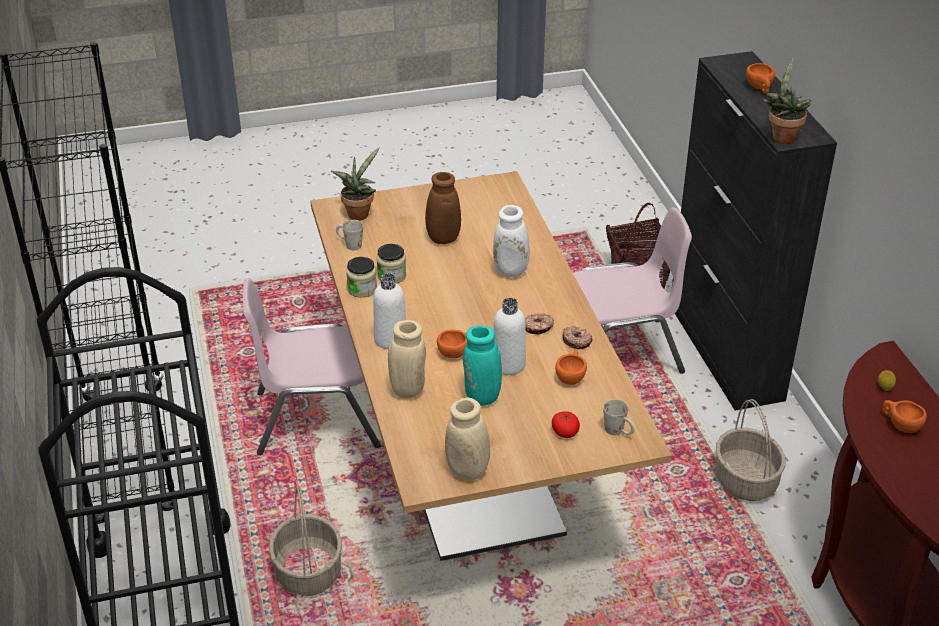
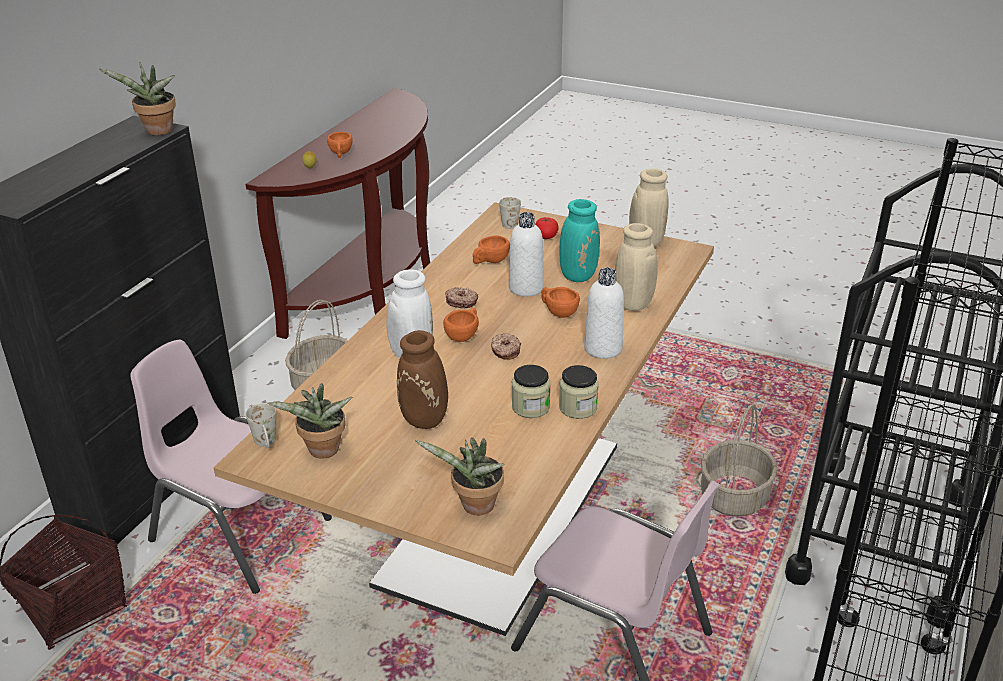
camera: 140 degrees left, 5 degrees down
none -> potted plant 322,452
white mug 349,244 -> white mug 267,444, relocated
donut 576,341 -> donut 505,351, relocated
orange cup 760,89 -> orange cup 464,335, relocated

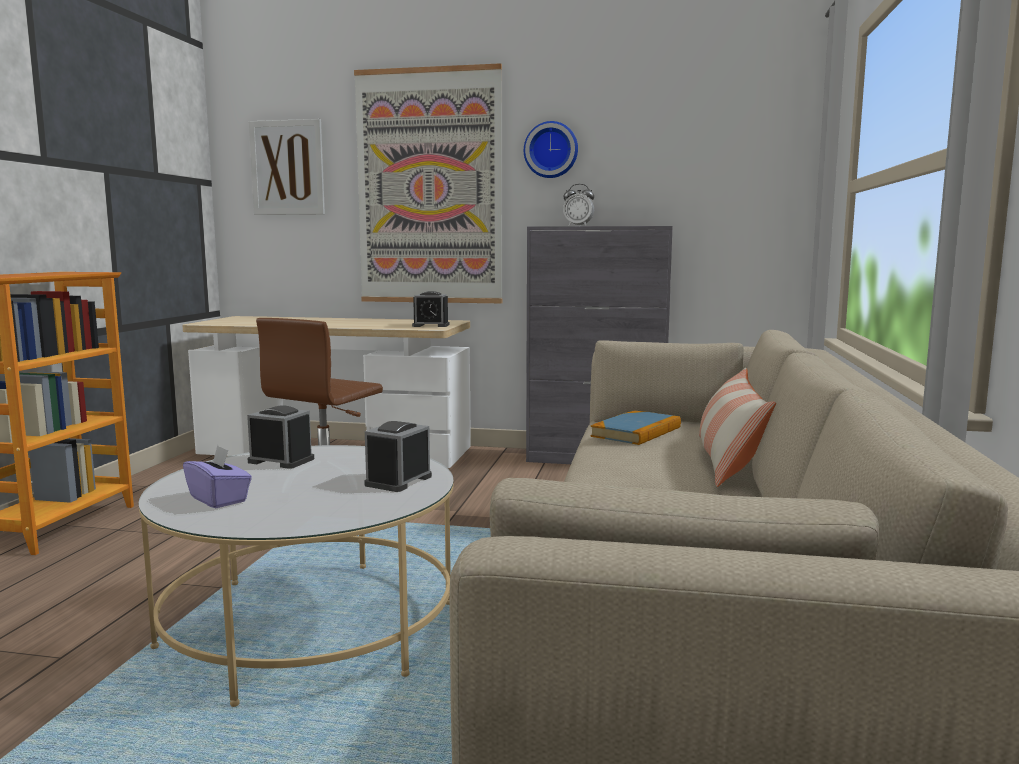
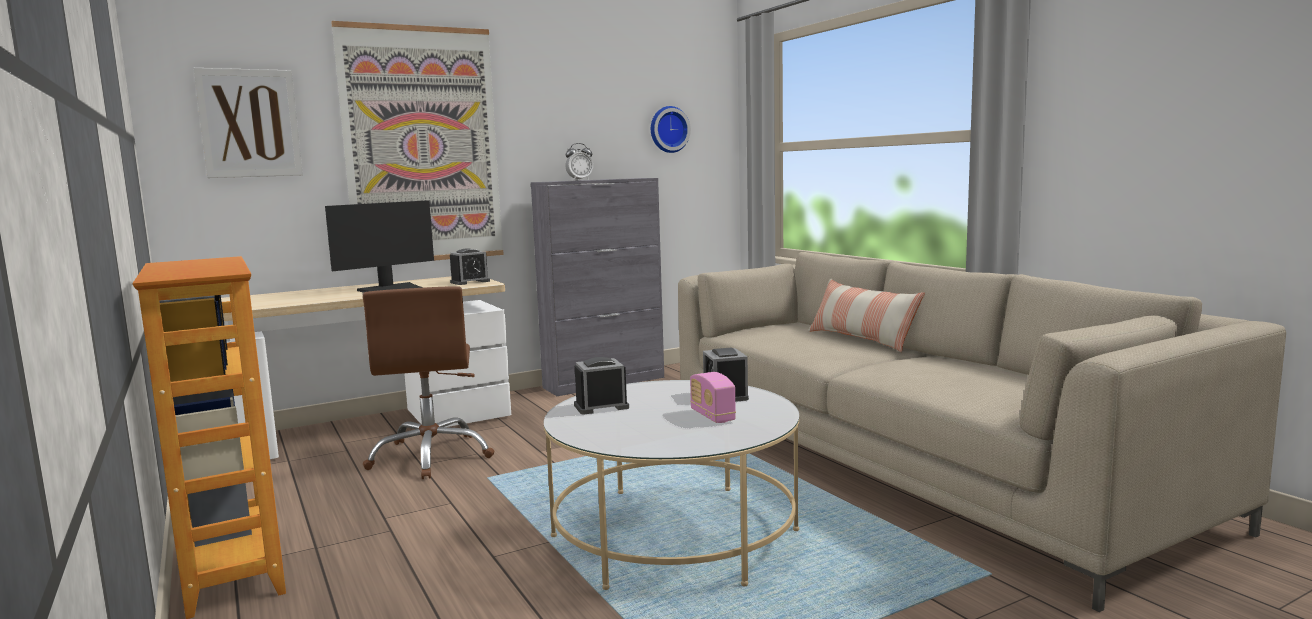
camera: 40 degrees left, 0 degrees up
purple tissue box 219,499 -> none
book 636,432 -> none
none -> monitor 390,288
none -> radio 712,416
wall clock 551,150 -> wall clock 668,129, relocated

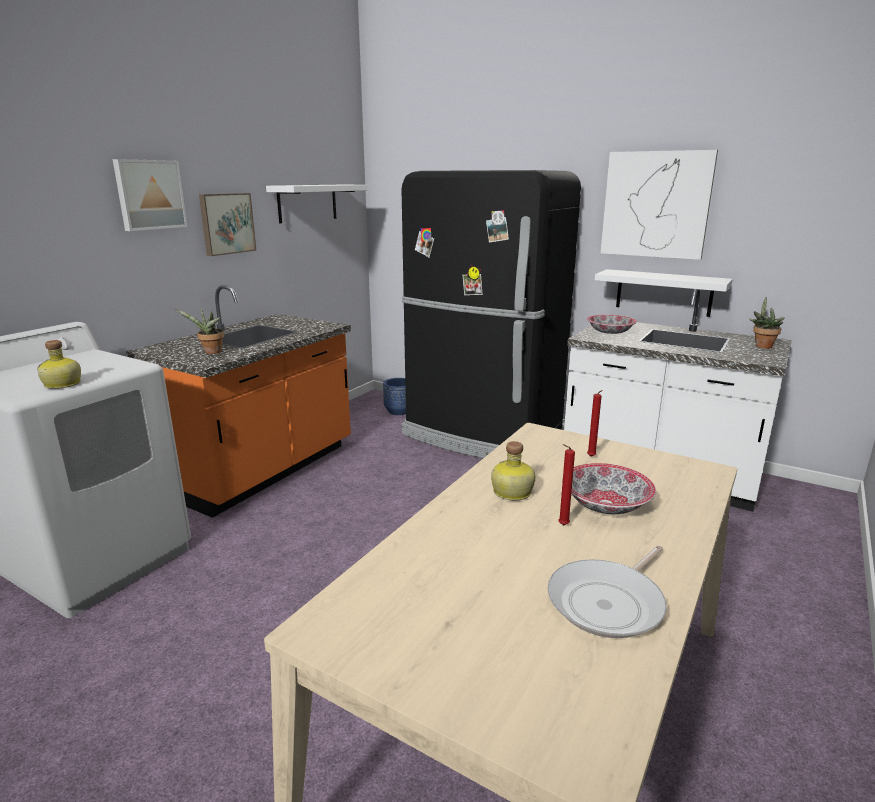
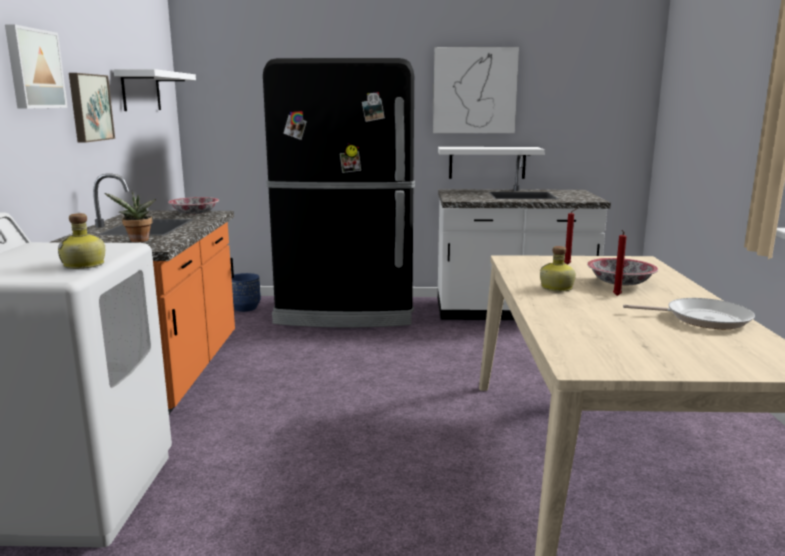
camera: 30 degrees left, 5 degrees down
potted plant 761,346 -> none
bowl 610,332 -> bowl 195,213, relocated
frying pan 609,602 -> frying pan 702,318, 90 degrees counterclockwise

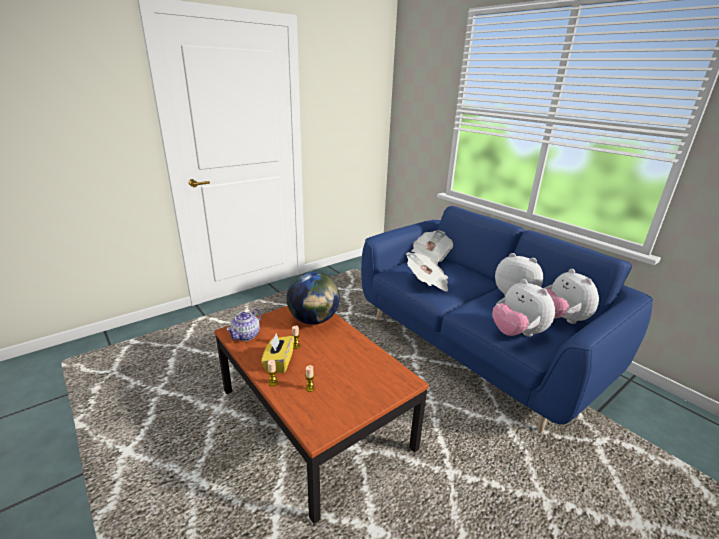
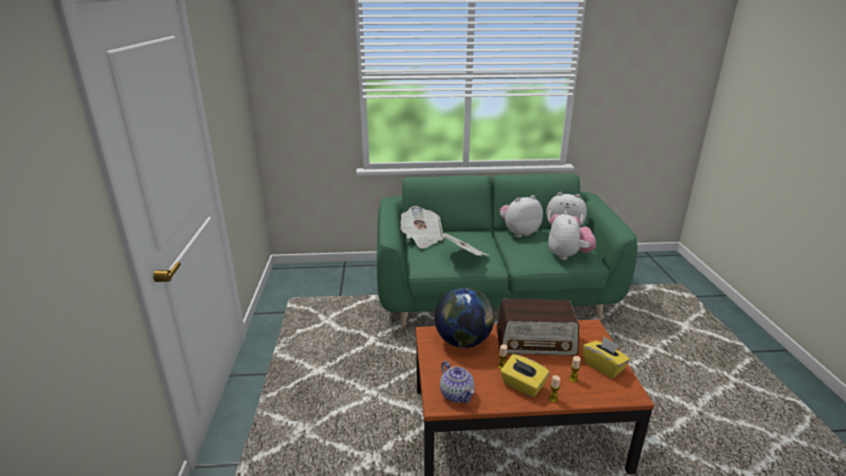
camera: 55 degrees left, 0 degrees up
none -> radio 536,342
none -> yellow tissue box 603,367
blue sofa 475,347 -> green sofa 492,296
plush toy 517,333 -> plush toy 568,256, 90 degrees counterclockwise

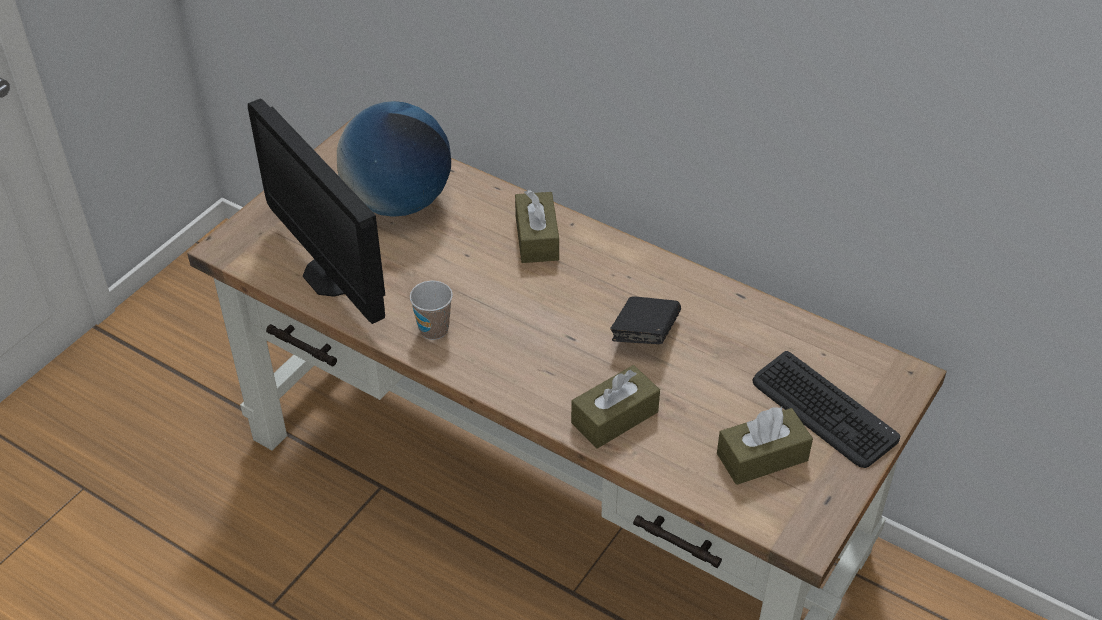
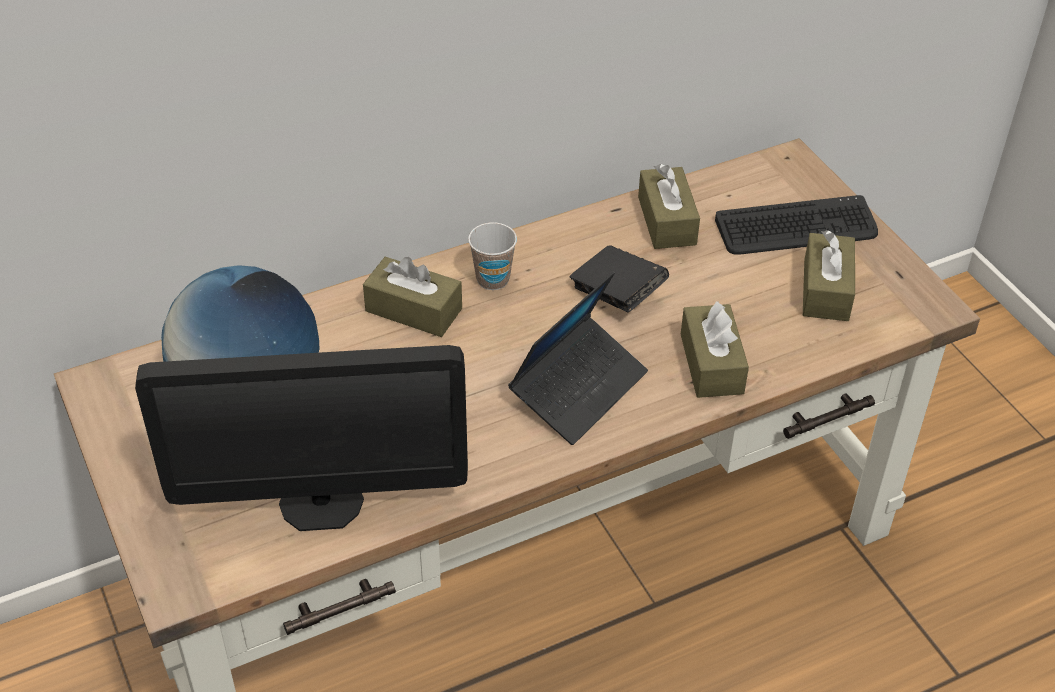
camera: 60 degrees left, 0 degrees up
none -> laptop 579,388
none -> brown tissue box 667,221
cup 434,329 -> cup 493,279, relocated

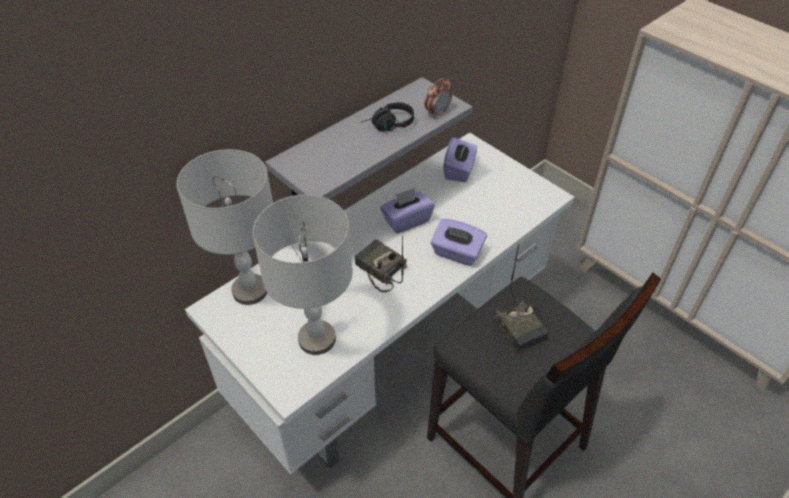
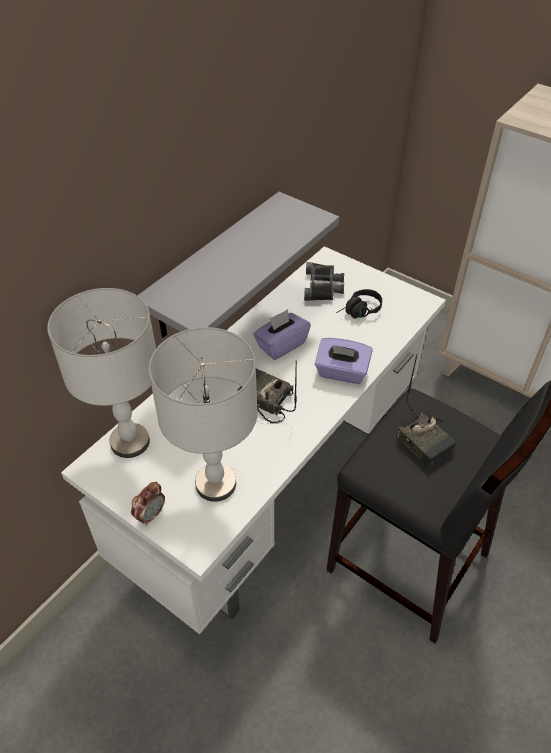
camera: 10 degrees left, 0 degrees up
black headphones 388,126 -> black headphones 359,312, relocated
alarm clock 437,113 -> alarm clock 151,515, relocated
purple tissue box 459,170 -> black binoculars 323,286

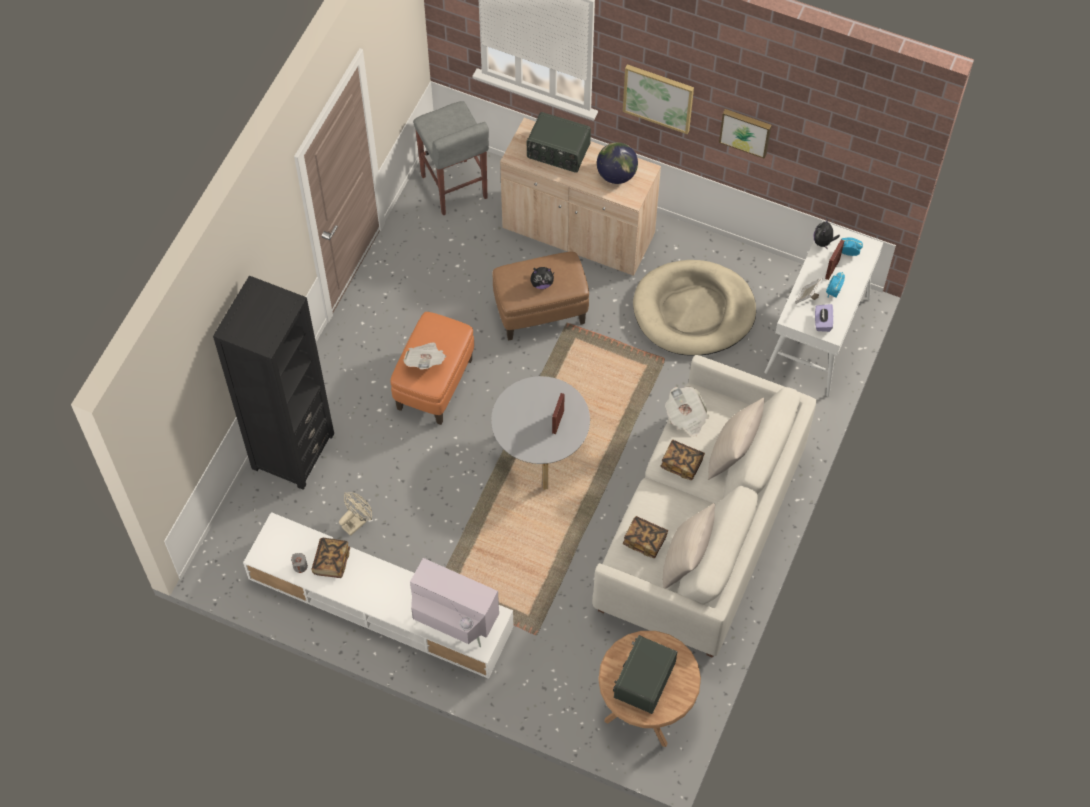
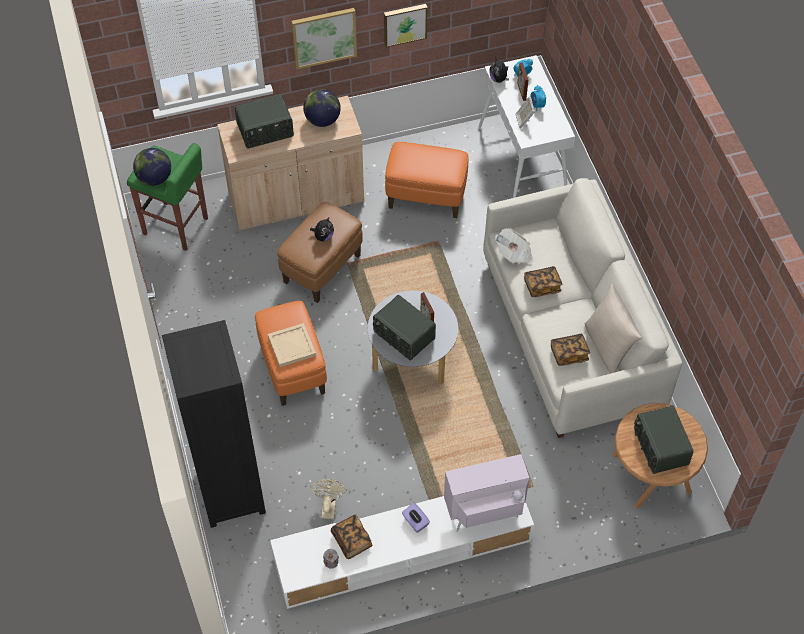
camera: 40 degrees left, 5 degrees down
beige pillow 732,454 -> none
none -> globe 155,178
none -> radio 403,336
purple tissue box 822,322 -> purple tissue box 415,522, relocated
newspaper 425,361 -> beige tray 291,346
beige dog bed 693,311 -> orange ottoman 426,197
grey stool 454,188 -> green stool 176,227

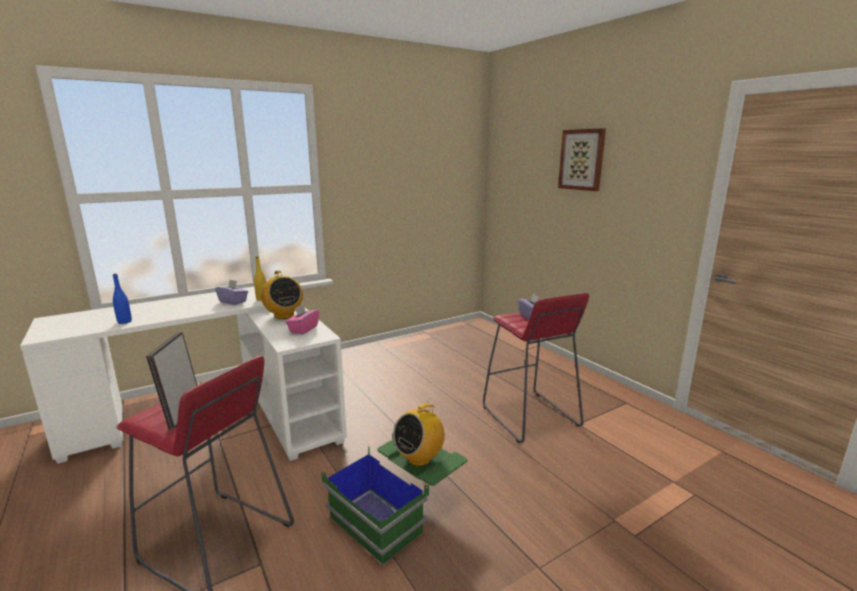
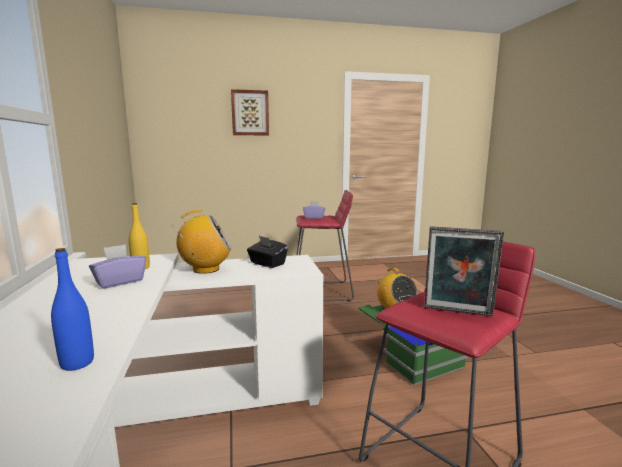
camera: 70 degrees left, 5 degrees down
pink tissue box 303,329 -> black tissue box 267,264

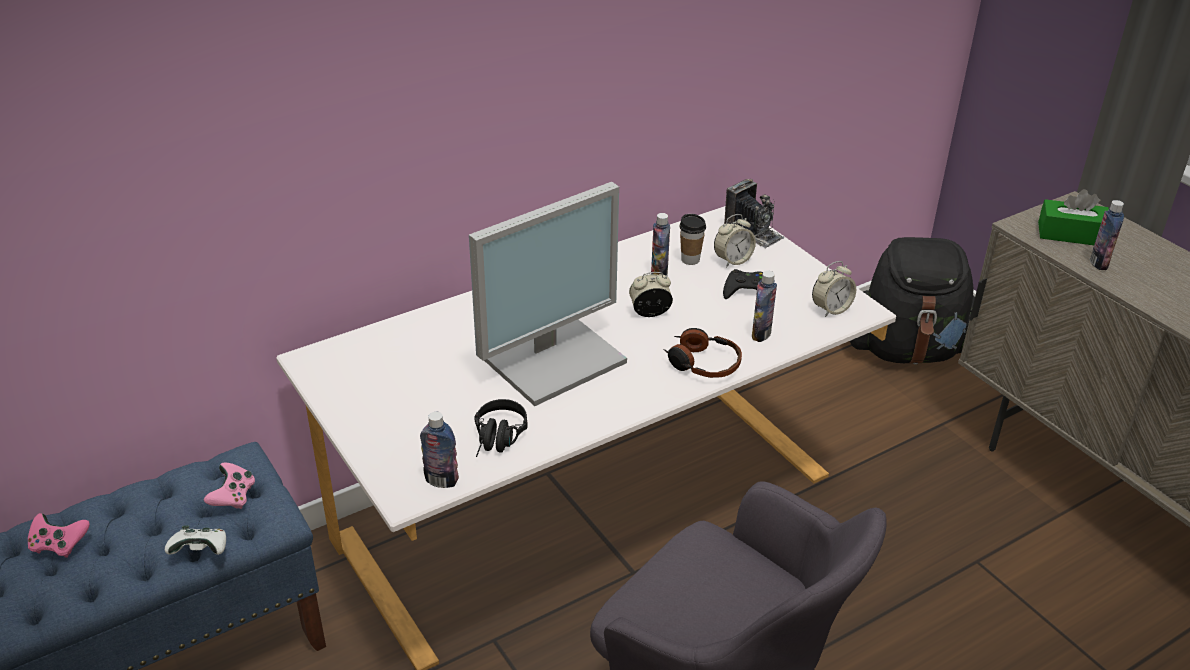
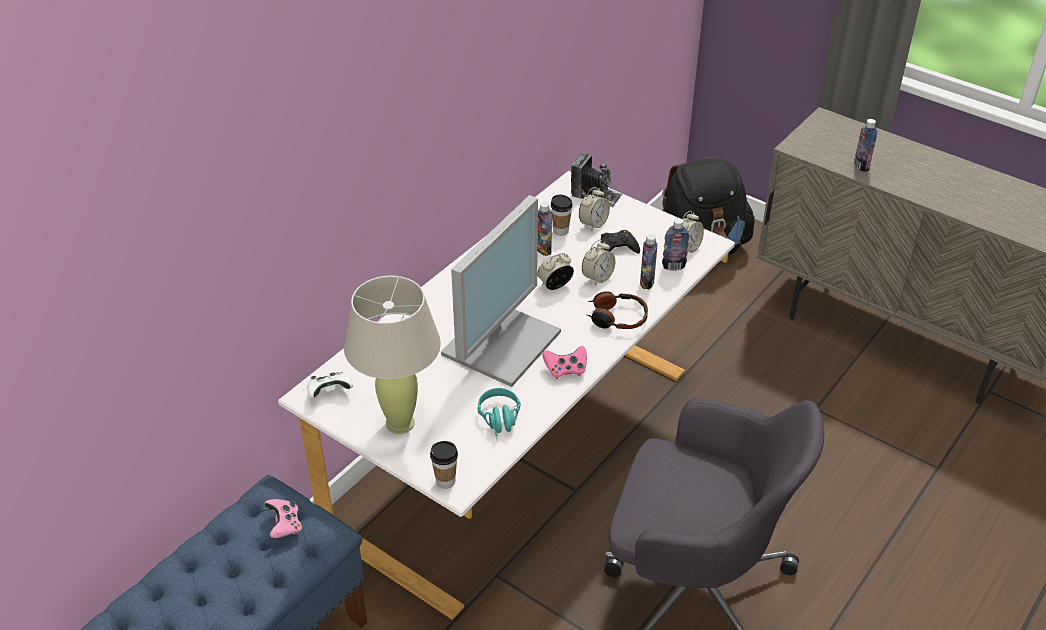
camera: 20 degrees left, 5 degrees up
green tissue box 1070,234 -> none
none -> beige table lamp 399,423
none -> cup 445,481
none -> alarm clock 597,277
pink game controller 59,545 -> pink game controller 565,370, relocated
white game controller 201,551 -> white game controller 330,392, relocated
bottle 441,480 -> bottle 673,266, relocated
black headphones 498,440 -> turquoise headphones 501,422

